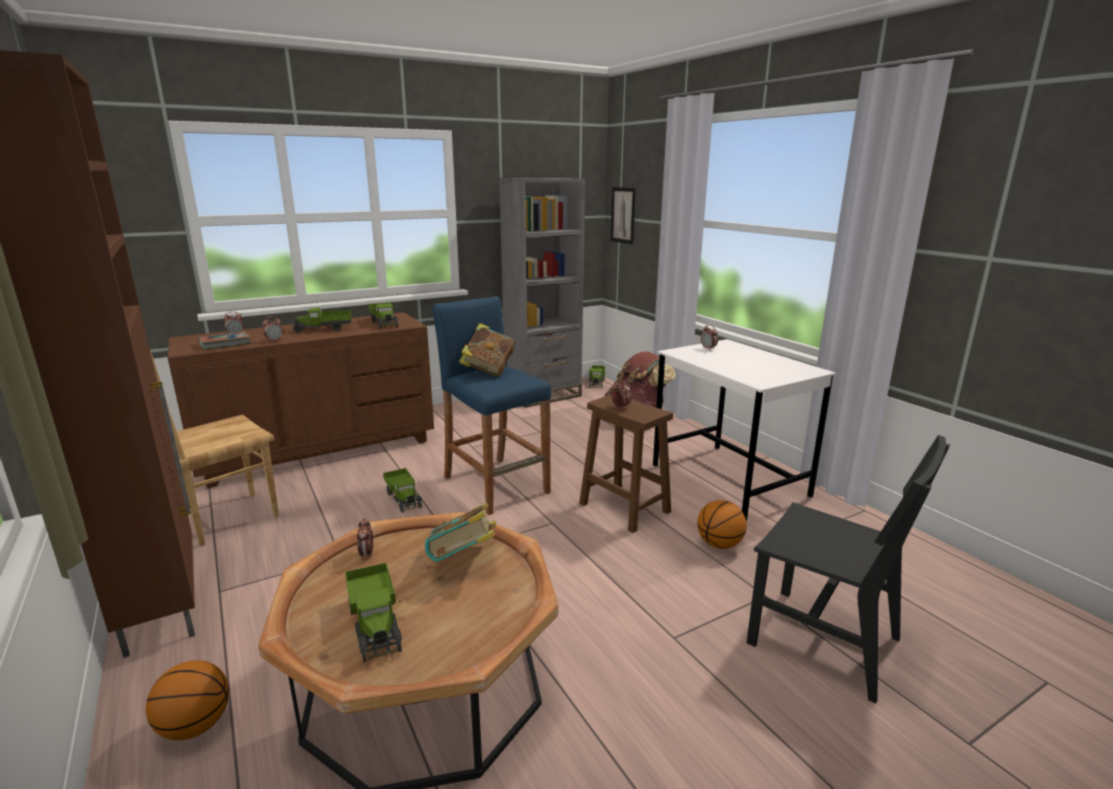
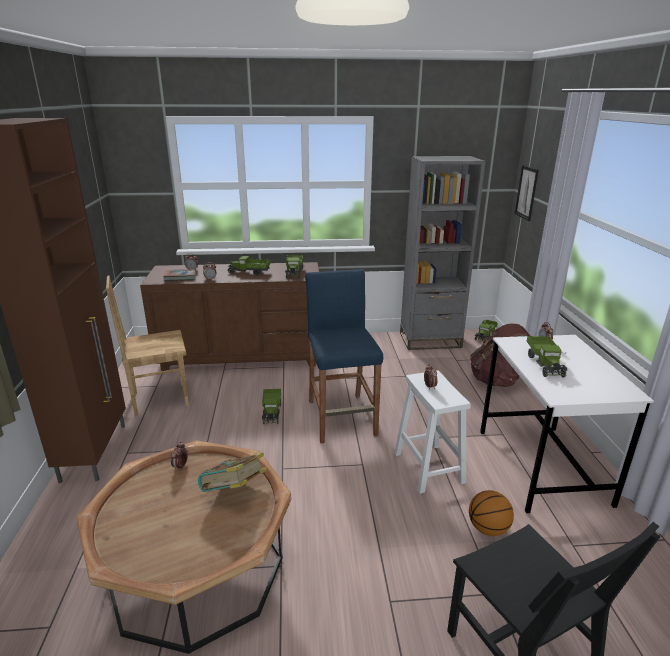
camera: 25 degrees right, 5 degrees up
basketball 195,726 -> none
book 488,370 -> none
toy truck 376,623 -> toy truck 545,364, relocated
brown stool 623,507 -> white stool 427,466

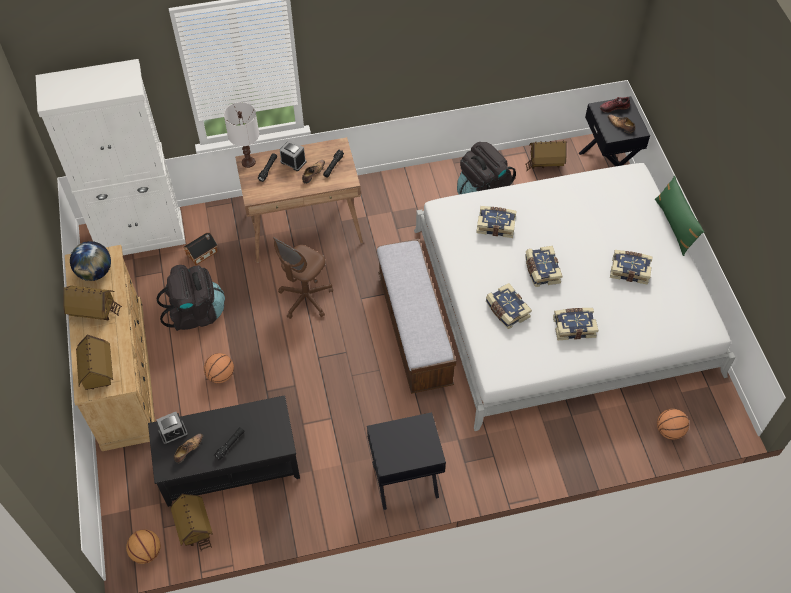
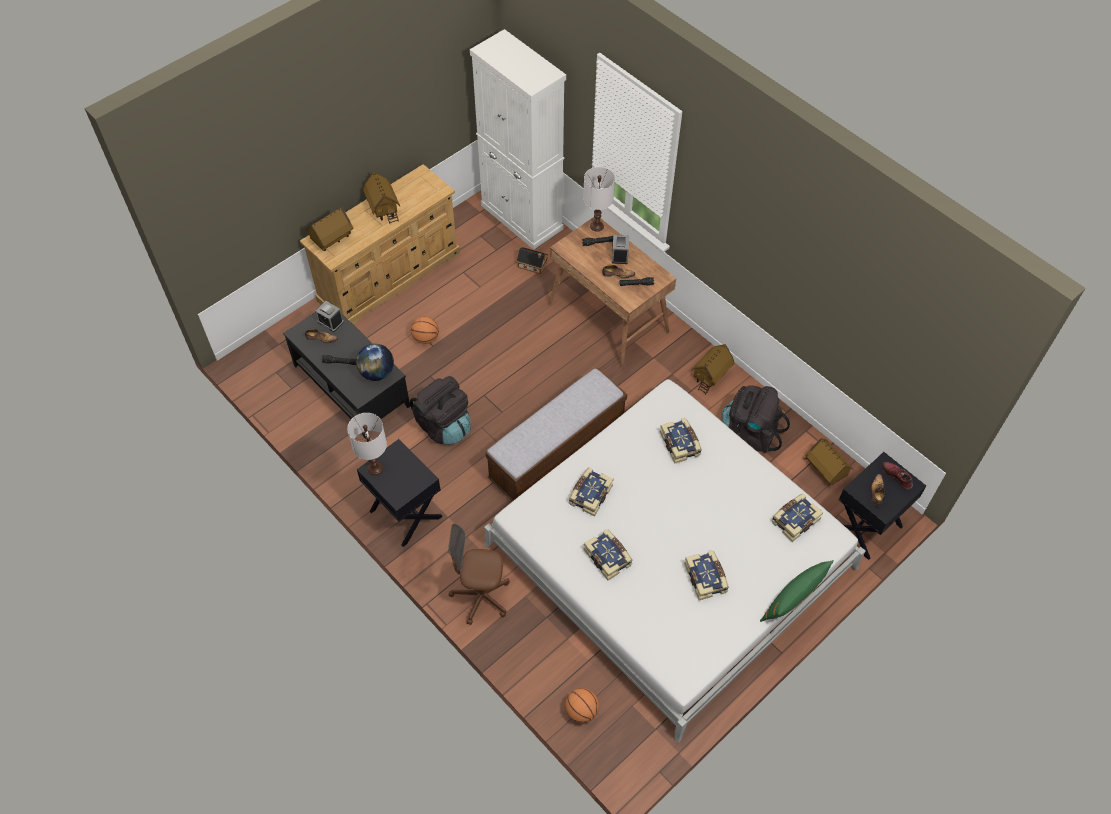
camera: 60 degrees right, 0 degrees up
basketball 146,552 -> none
none -> white table lamp 375,468
globe 95,272 -> globe 377,373, relocated
black backpack 196,313 -> black backpack 444,426, relocated
toy house 195,528 -> toy house 710,376, relocated
brown office chair 306,298 -> brown office chair 481,597, relocated
book 541,270 -> book 794,520, relocated

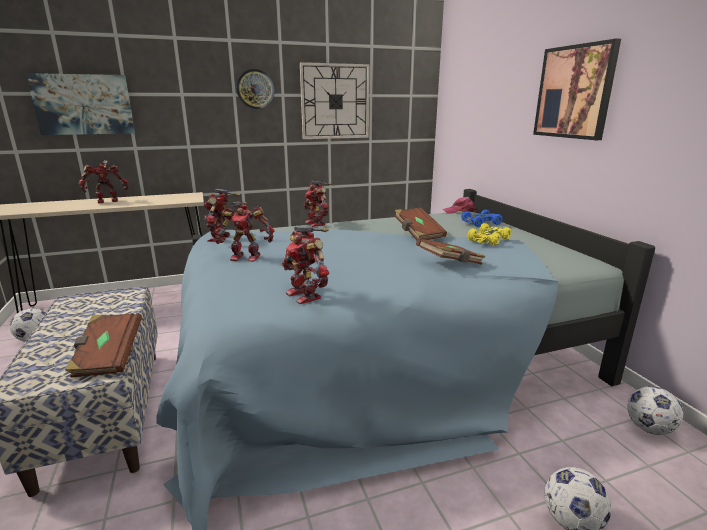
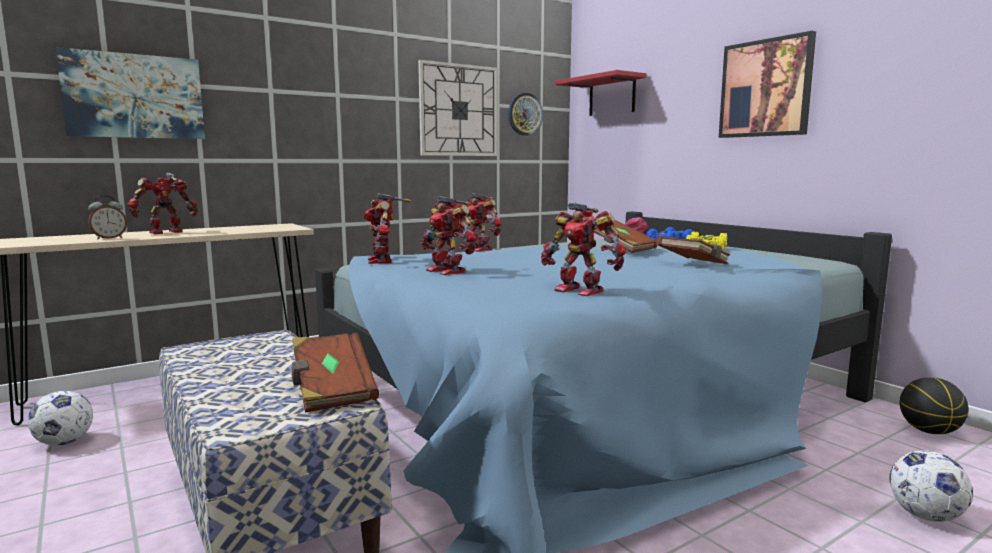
camera: 15 degrees left, 10 degrees down
none -> alarm clock 109,238
none -> red shelf 612,96
wall clock 255,89 -> wall clock 524,114, relocated
football 648,428 -> basketball 929,431
toy robot 246,257 -> toy robot 448,271, 60 degrees clockwise

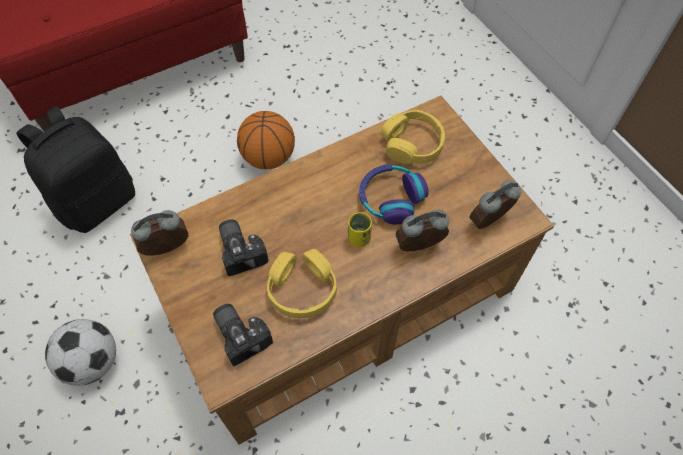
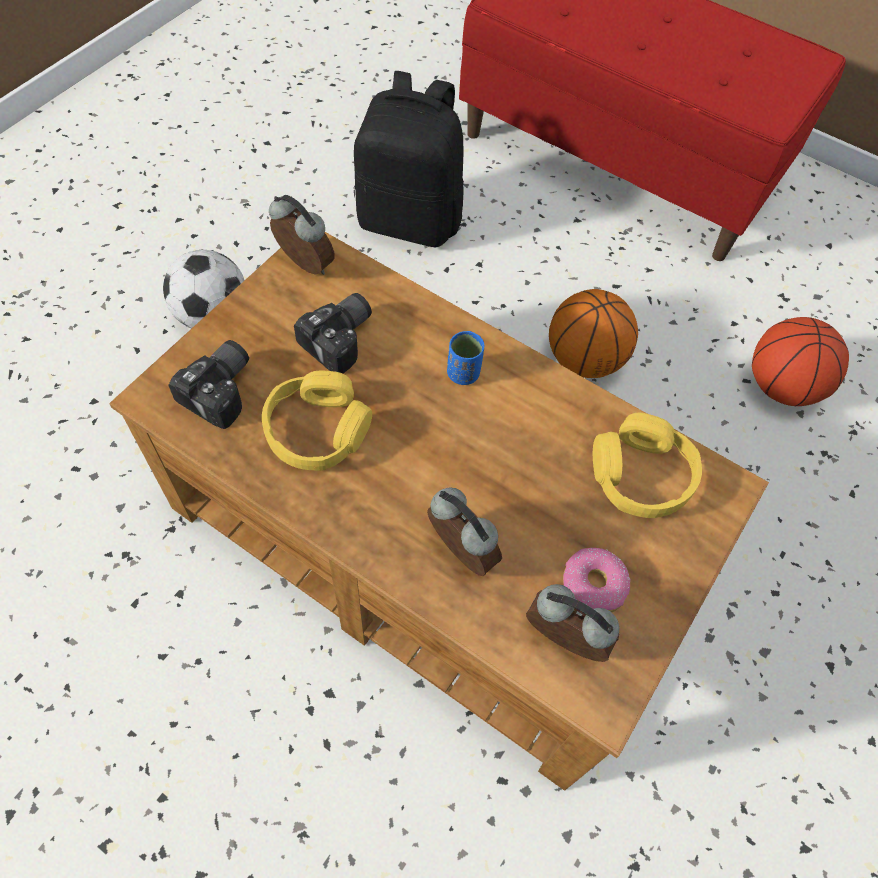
camera: 60 degrees right, 0 degrees up
yellow cup 359,238 -> none
headphones 390,198 -> none
none -> blue cup 463,373
none -> donut 593,585
none -> basketball 781,386

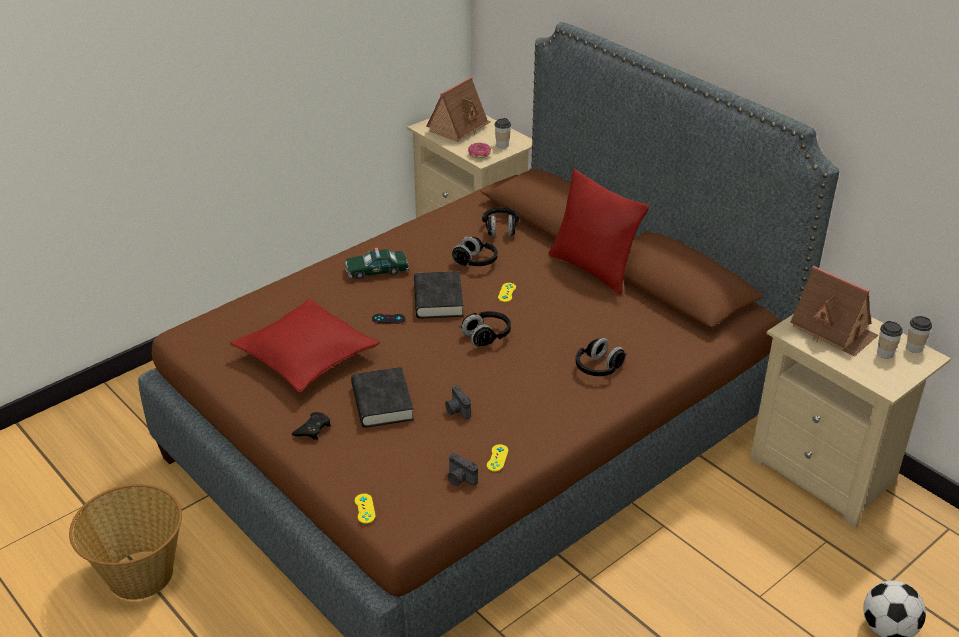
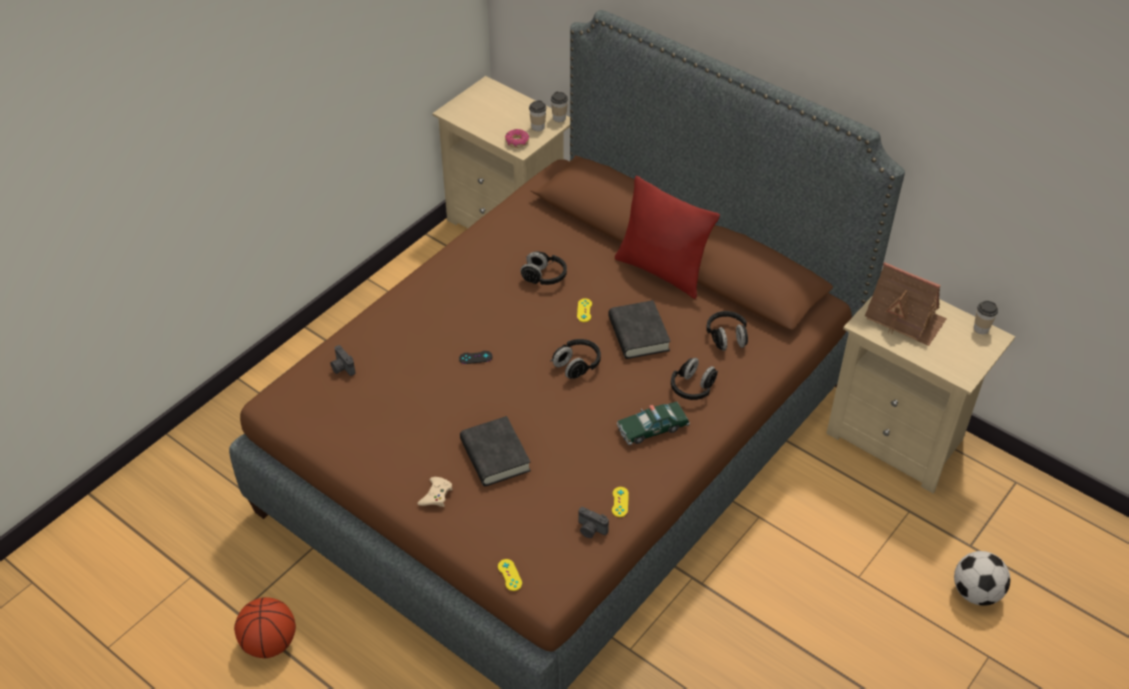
camera: 10 degrees left, 10 degrees up
red pillow 306,356 -> none
toy house 459,127 -> none
toy car 377,271 -> toy car 652,428, relocated
black book 438,300 -> black book 638,334, relocated
photo camera 457,410 -> photo camera 342,368, relocated
black headphones 500,229 -> black headphones 726,338, relocated
cup 885,353 -> cup 559,118, relocated
basket 139,574 -> basketball 270,643
black game controller 313,429 -> beige game controller 436,495

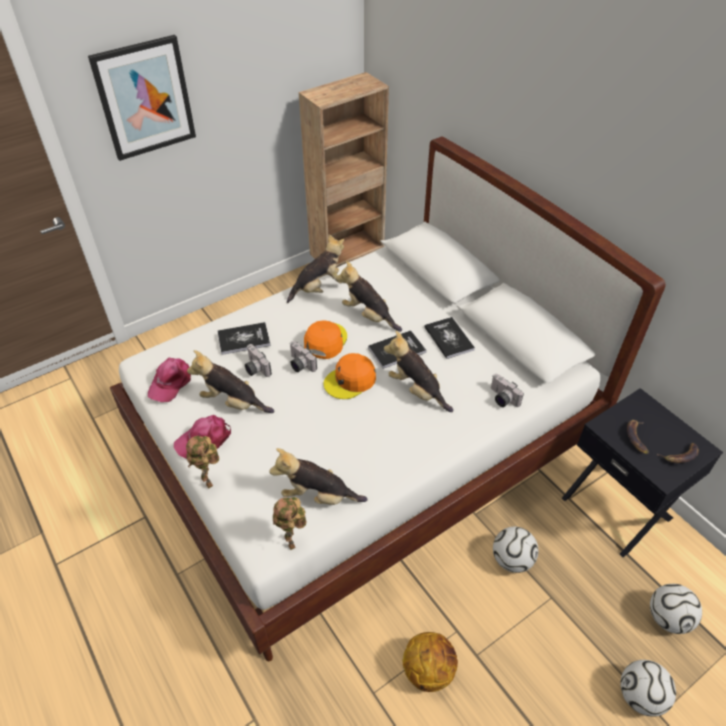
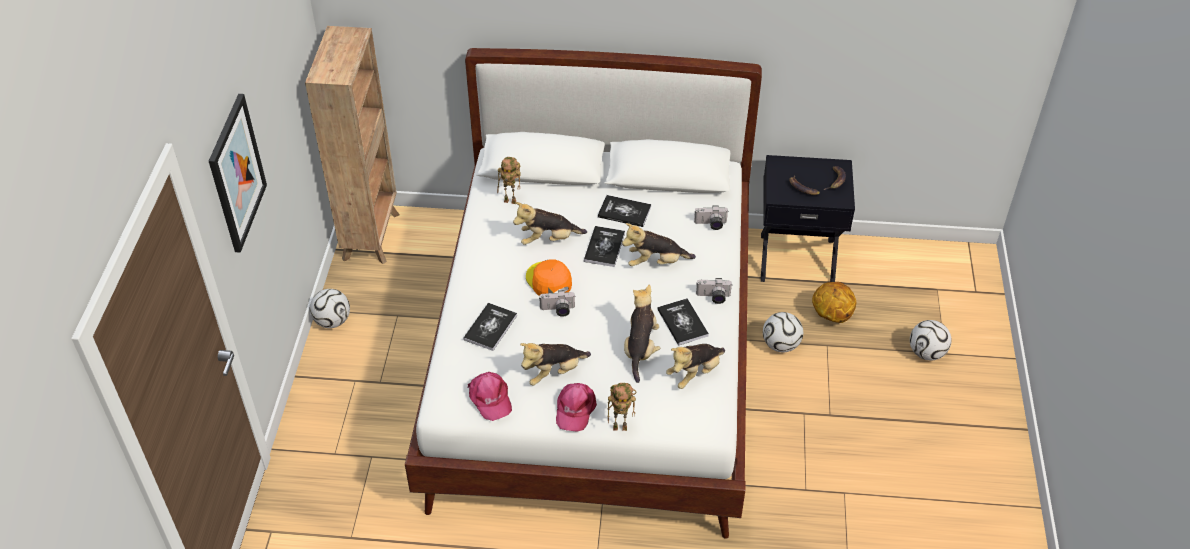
camera: 50 degrees left, 0 degrees up
orange cap 350,380 -> none
none -> book 682,322
photo camera 255,368 -> photo camera 713,297, relocated
toy robot 292,542 -> toy robot 511,201, relocated
plush toy 319,289 -> plush toy 640,349, relocated
basketball 428,669 -> basketball 831,315, relocated
football 668,618 -> football 332,321, relocated

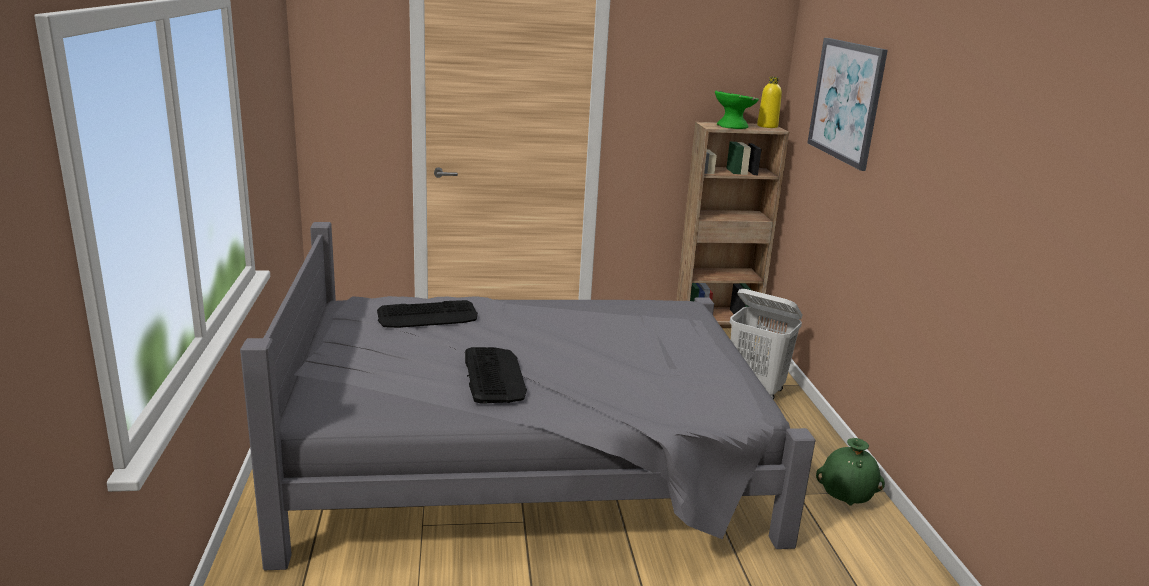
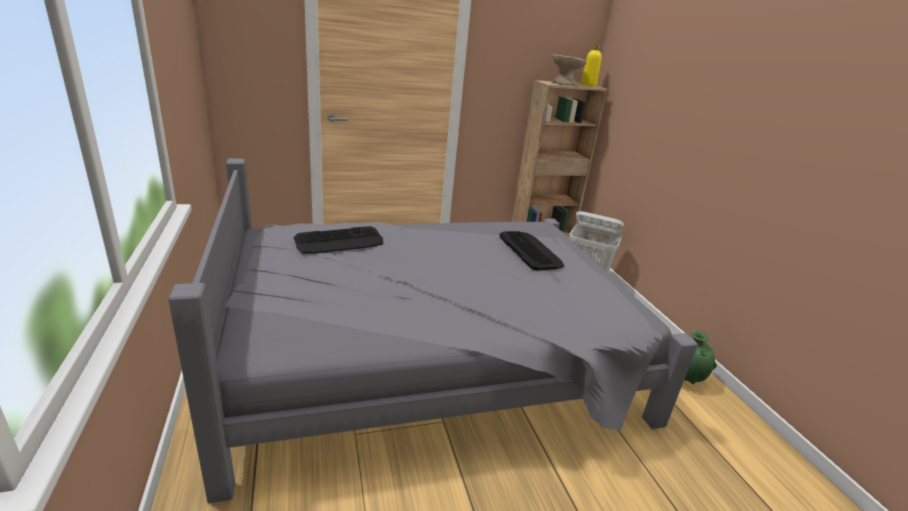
camera: 10 degrees left, 5 degrees up
picture 846,101 -> none
keyboard 493,375 -> keyboard 530,250, relocated
green bowl 732,126 -> beige bowl 564,83

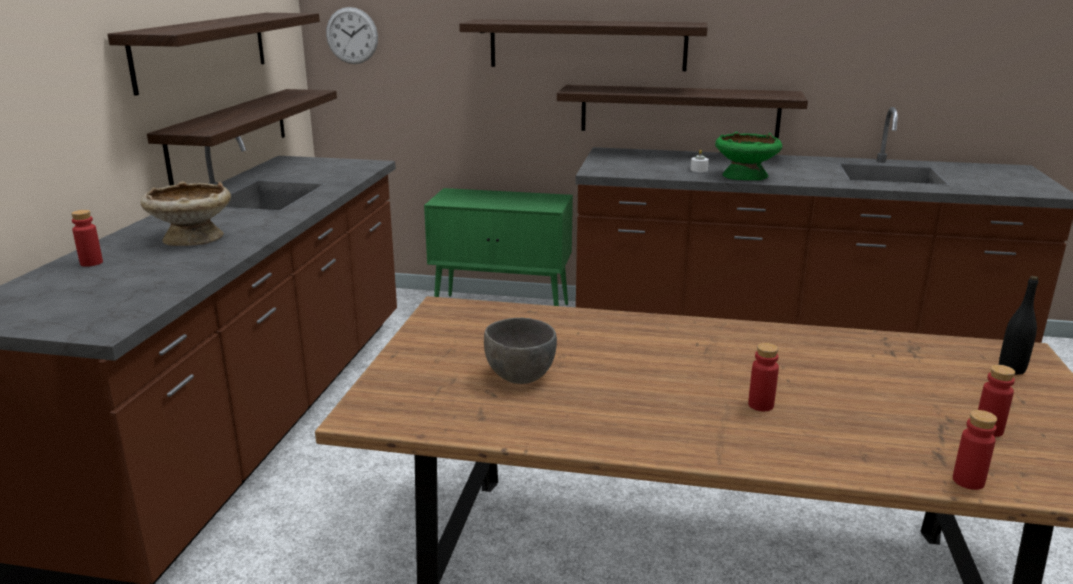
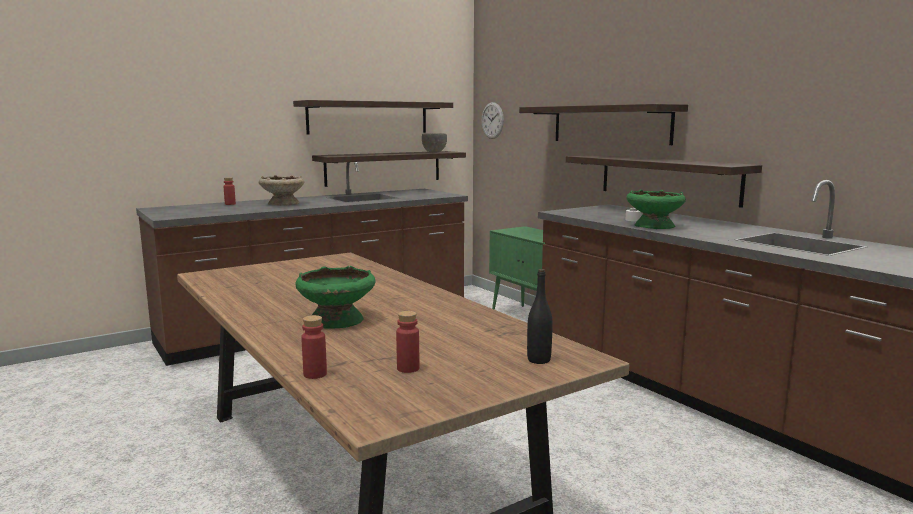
camera: 45 degrees right, 10 degrees down
grey bowl 520,376 -> grey bowl 434,152, relocated
red bottle 761,405 -> green bowl 337,319

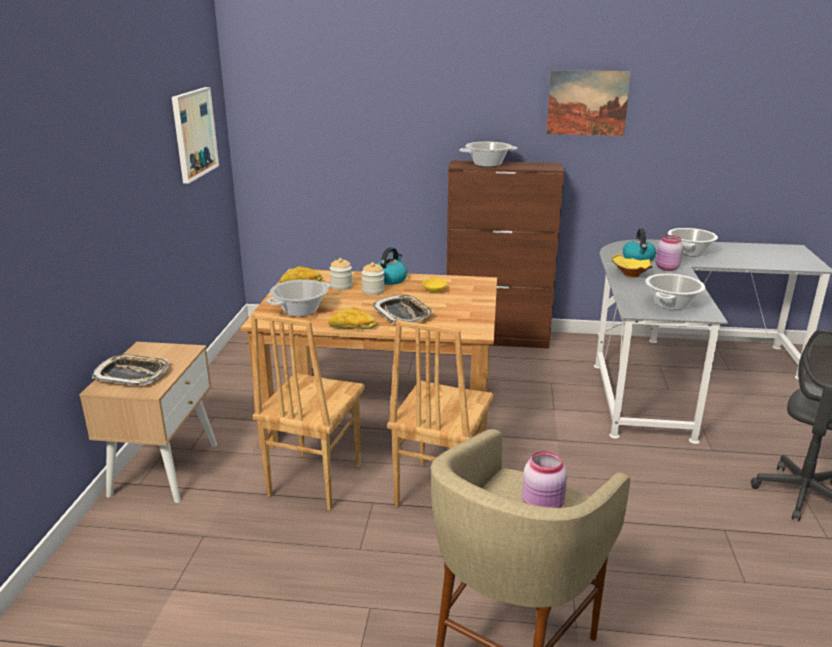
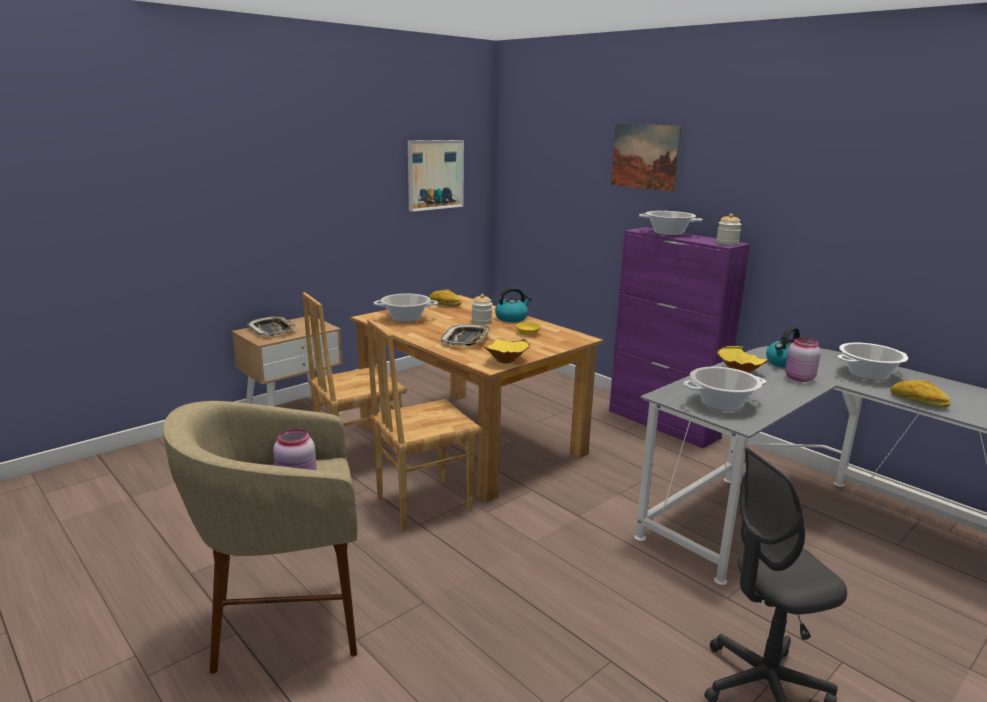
camera: 40 degrees right, 5 degrees down
none -> yellow bowl 506,361
bread 352,327 -> bread 918,402, relocated
jar 341,286 -> jar 727,243, relocated
picture 587,103 -> picture 645,156, relocated
brown cabinet 497,339 -> purple cabinet 663,424

